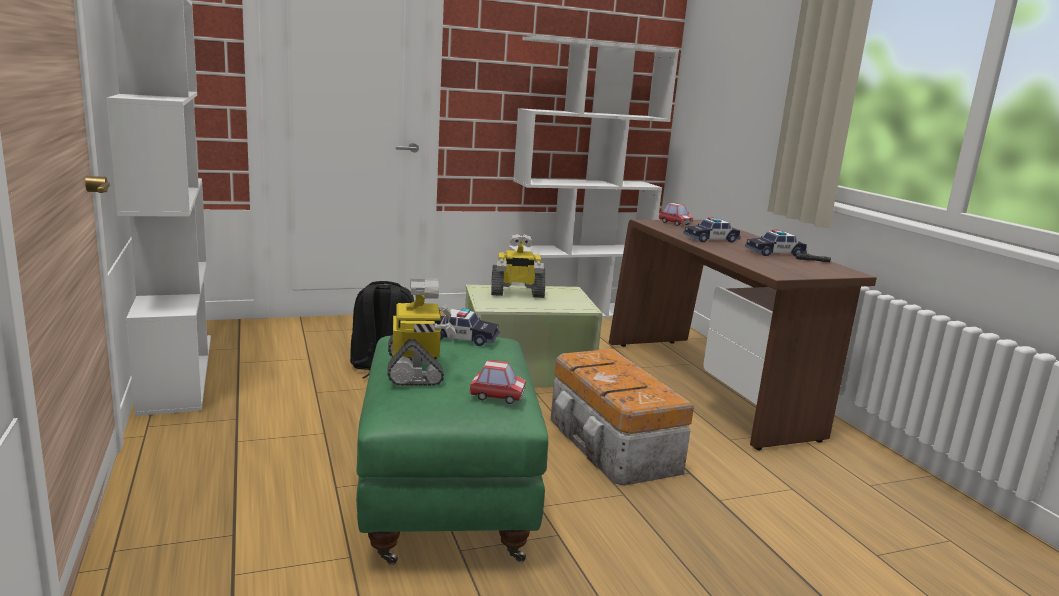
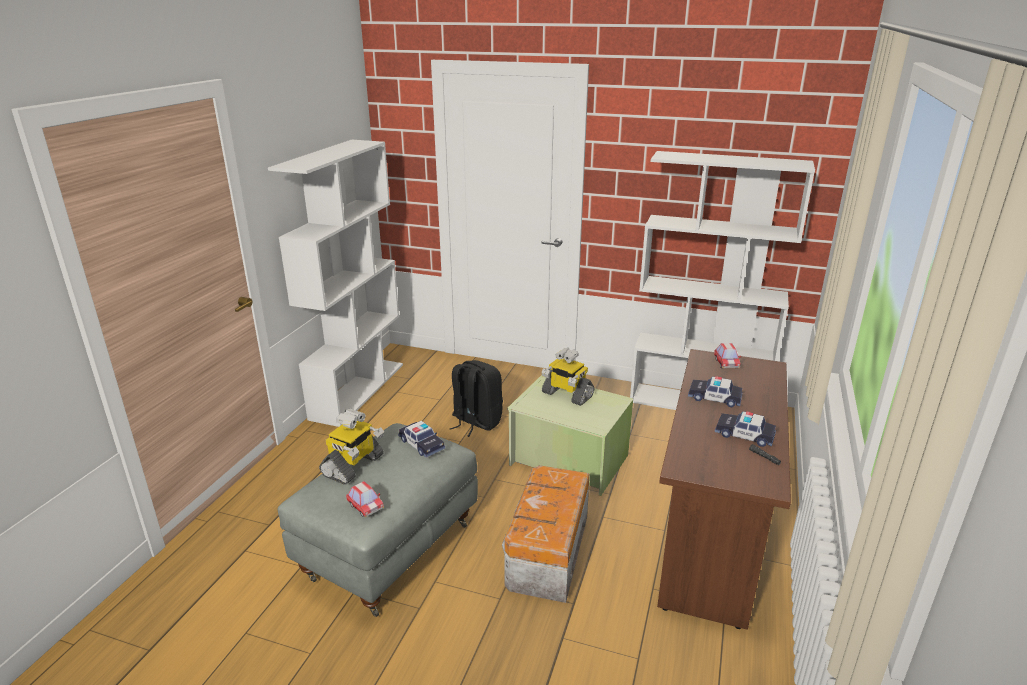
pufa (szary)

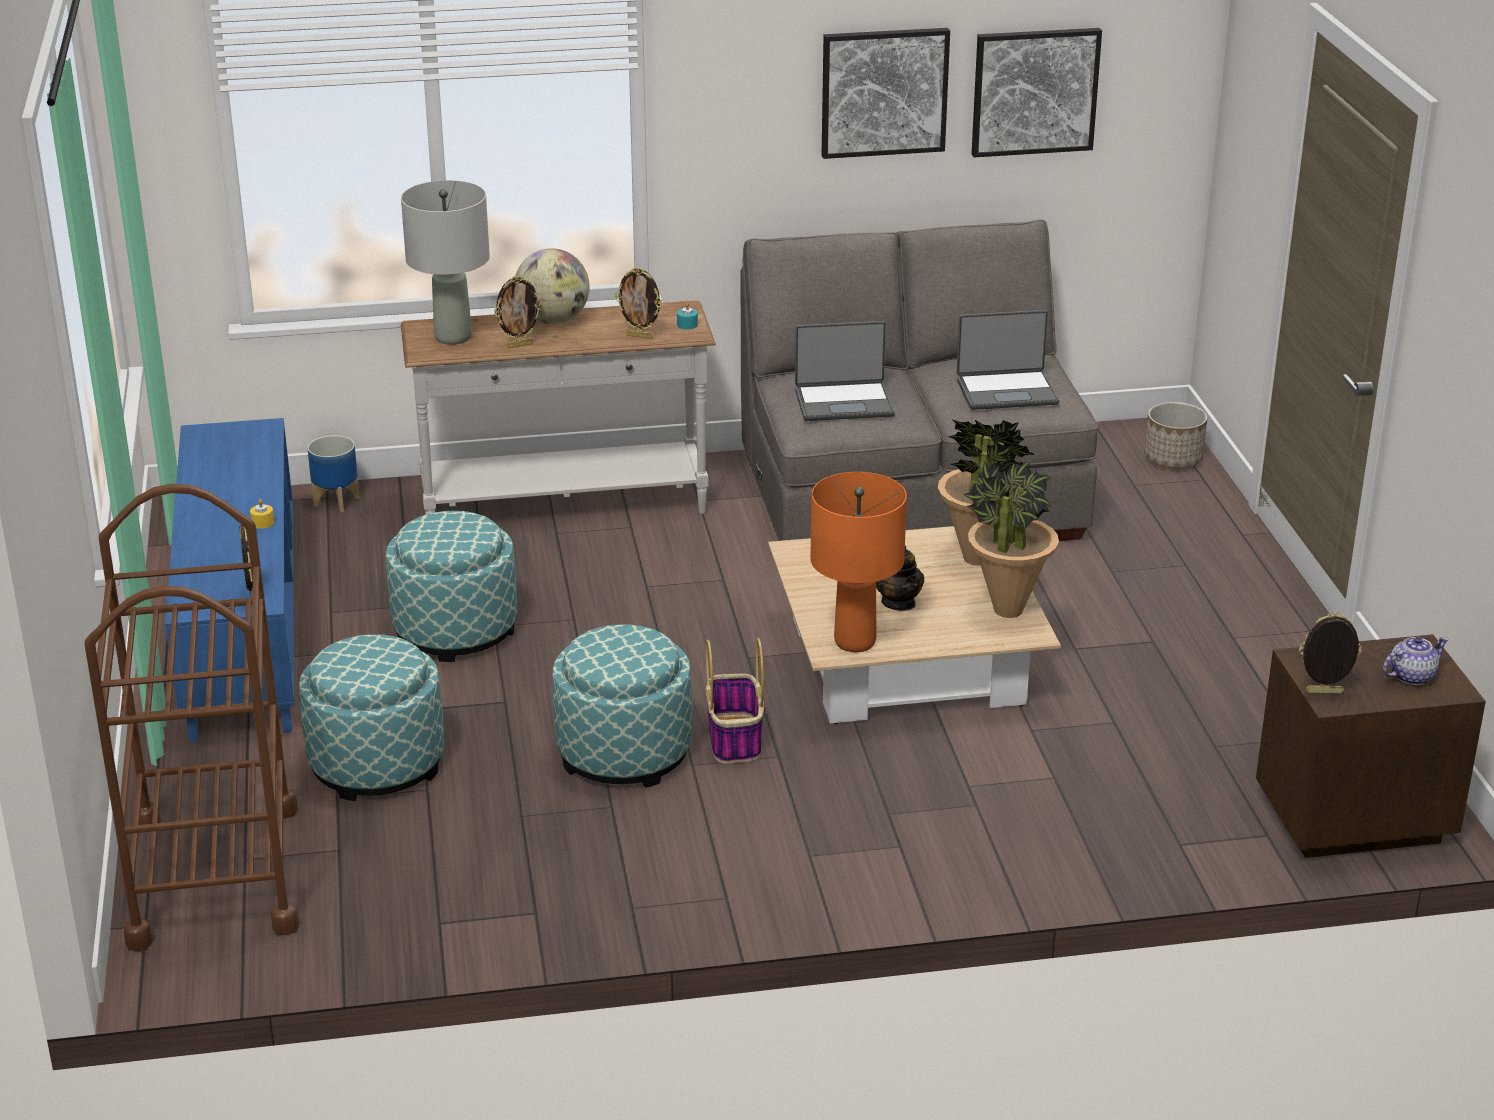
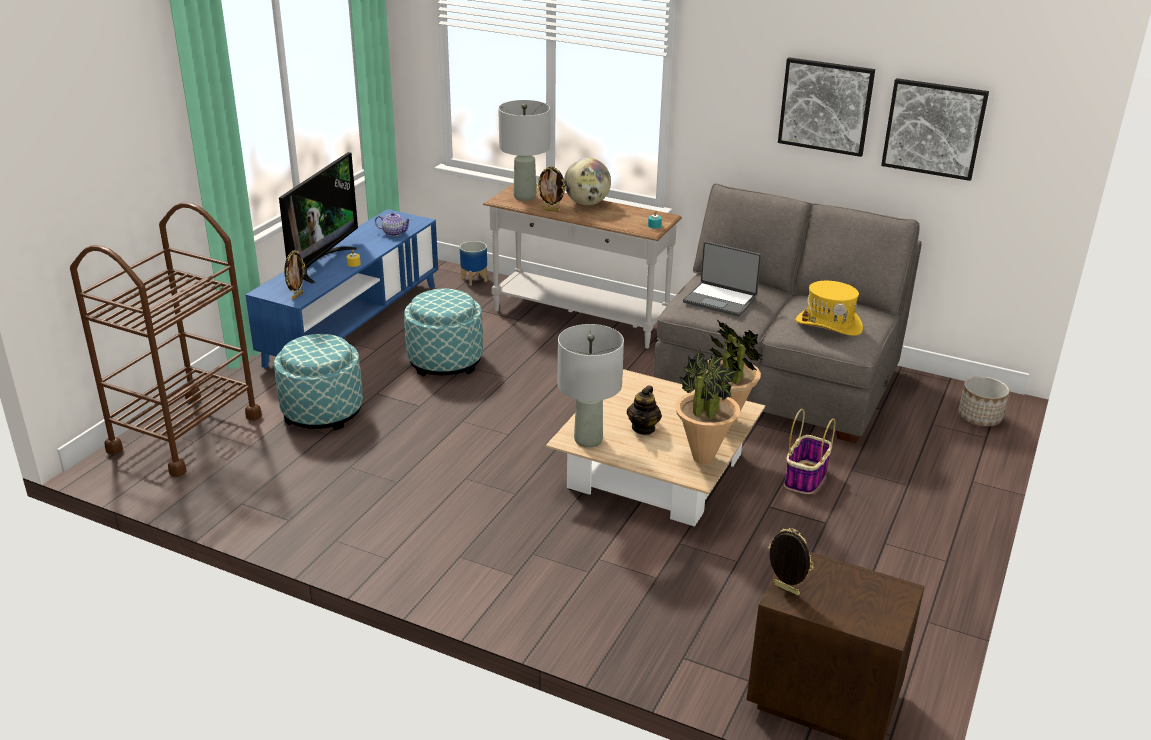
pufa (3rd from left in the first image)
ramka na zdjęcie (3rd from left in the first image)
koszyk
lampa stołowa (szary) (2nd from left)
kapelusz (żółty)
imbryk (1st from left)
telewizor

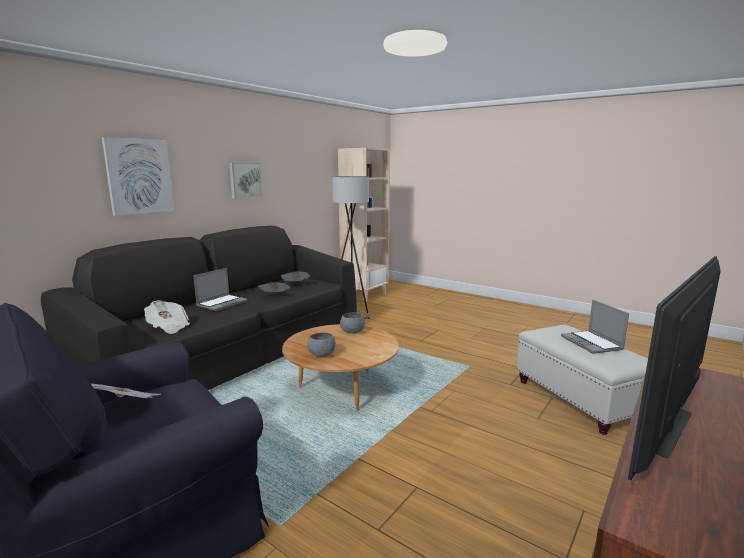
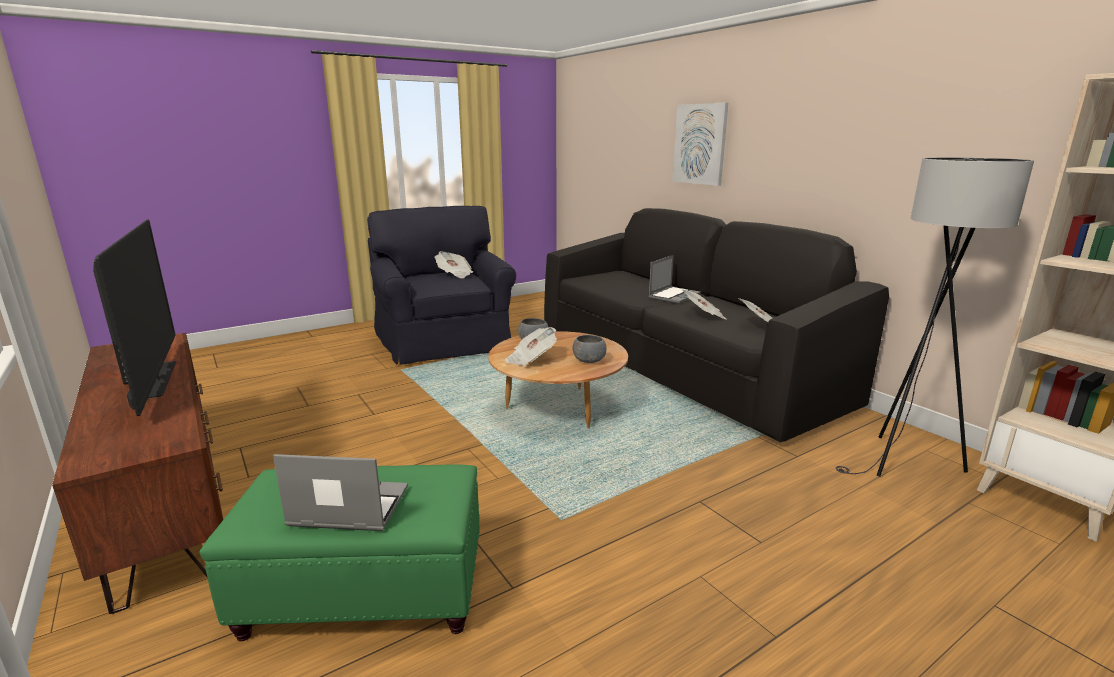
gazeta (2nd from left)
laptop (2nd from left)
obraz (2nd from left in the first image)
pufa (zielony)

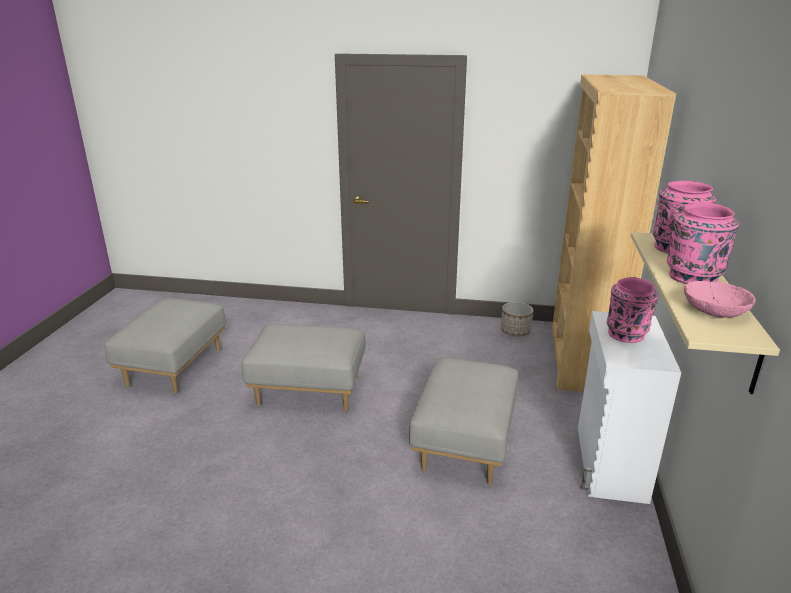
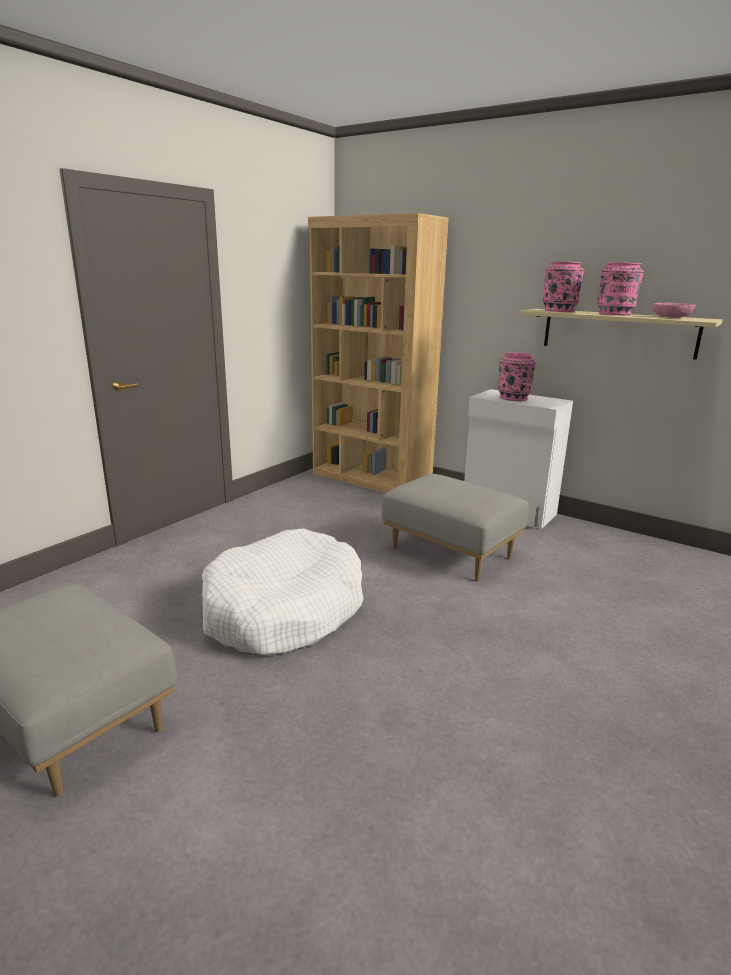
legowisko (biały)
donica

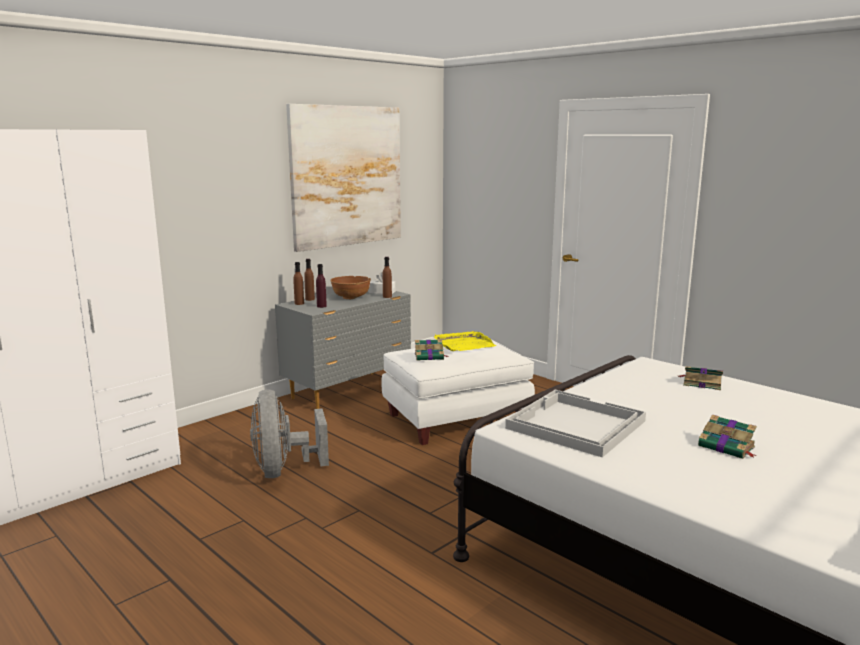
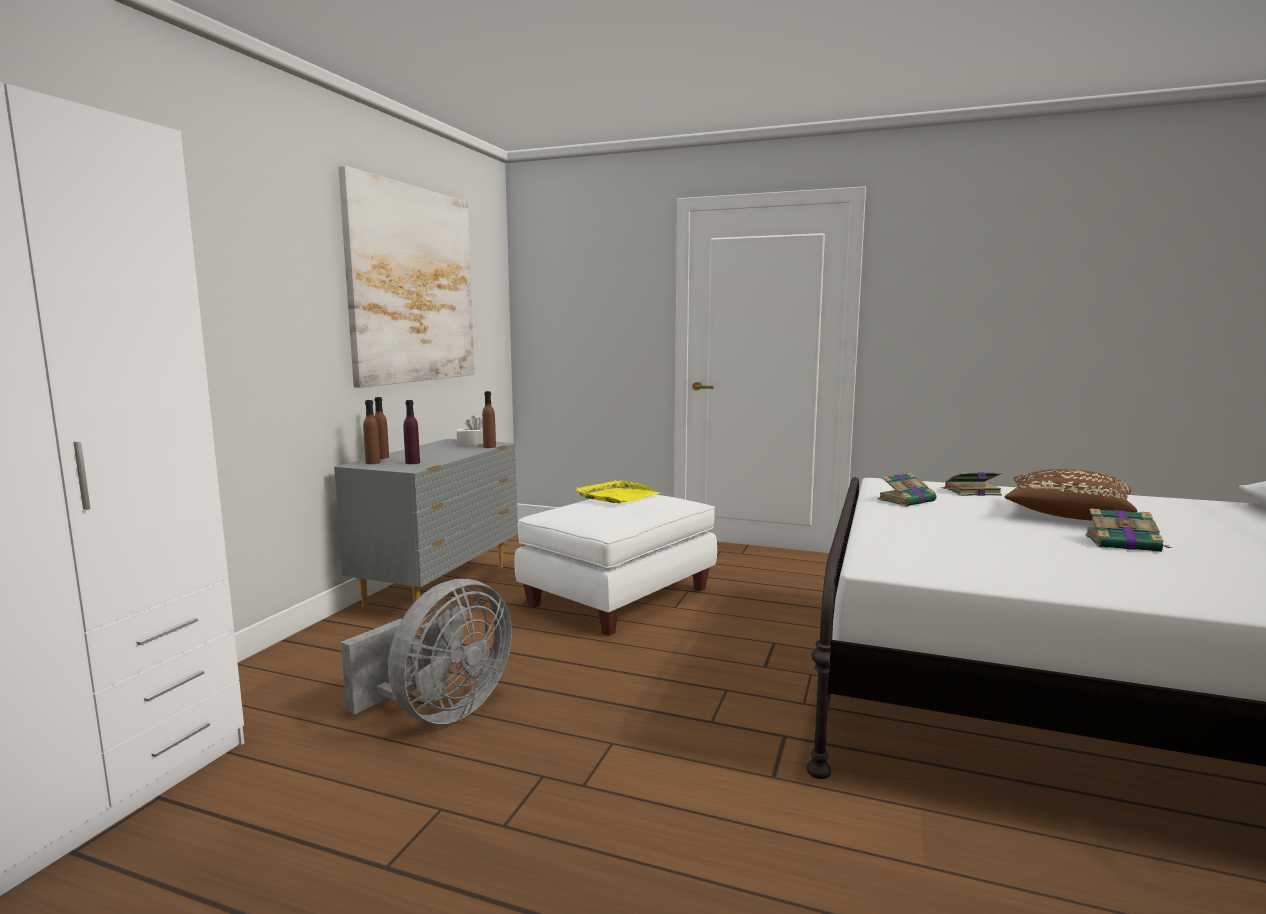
wentylator (szary)
miska (brązowy)
książka (1st from left)
taca (biały)
poduszka (brązowy)

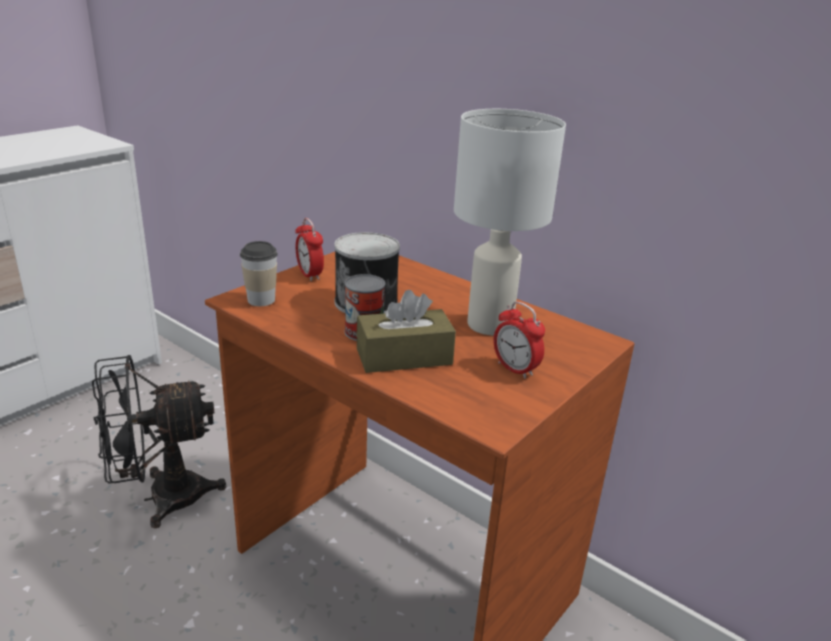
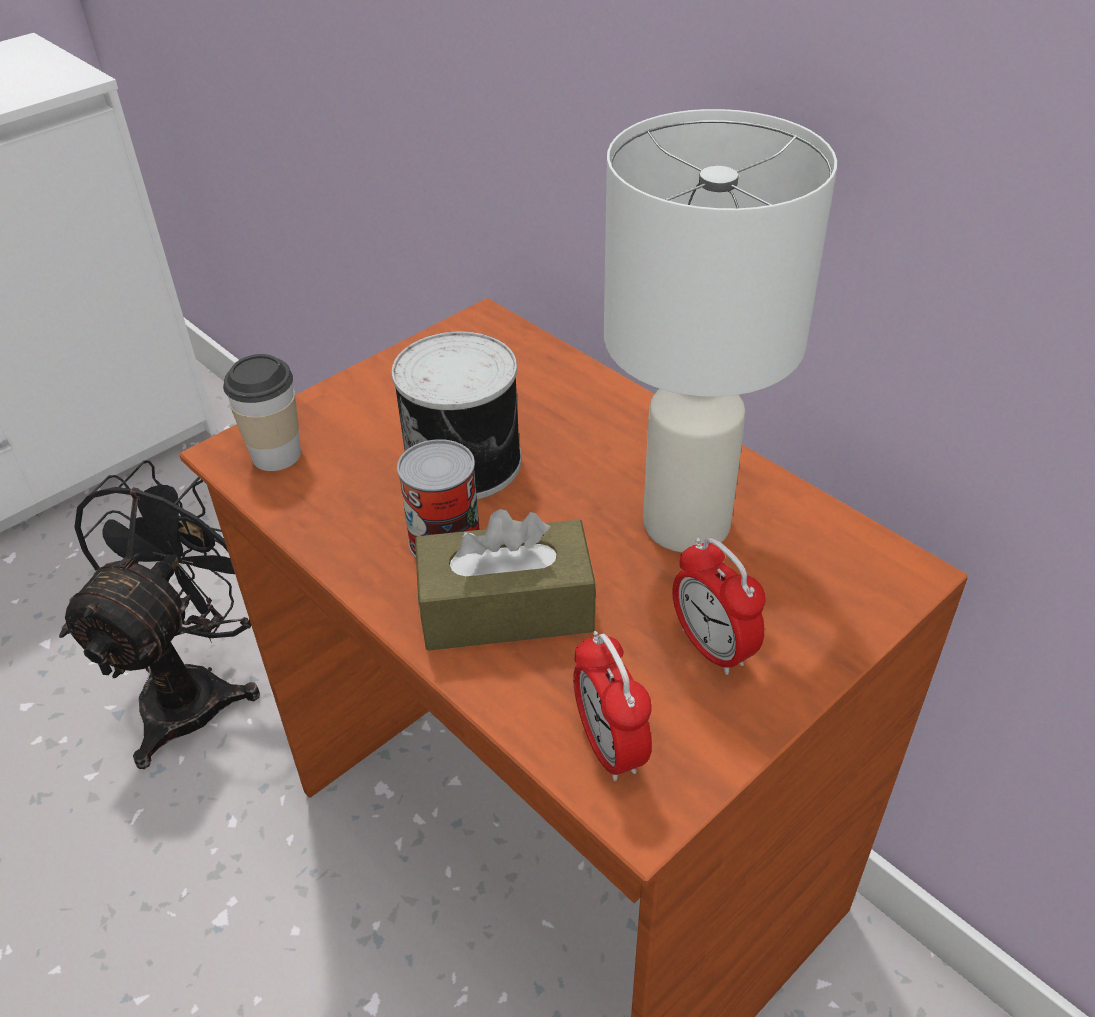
wentylator (czarny)
budzik (1st from left)

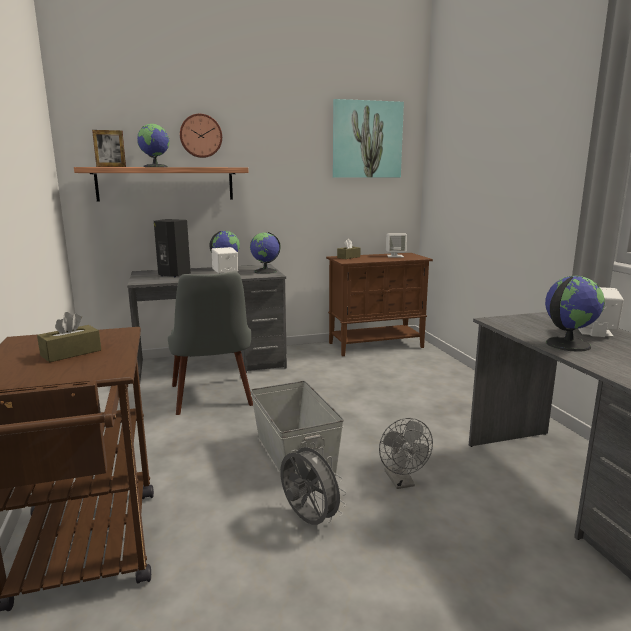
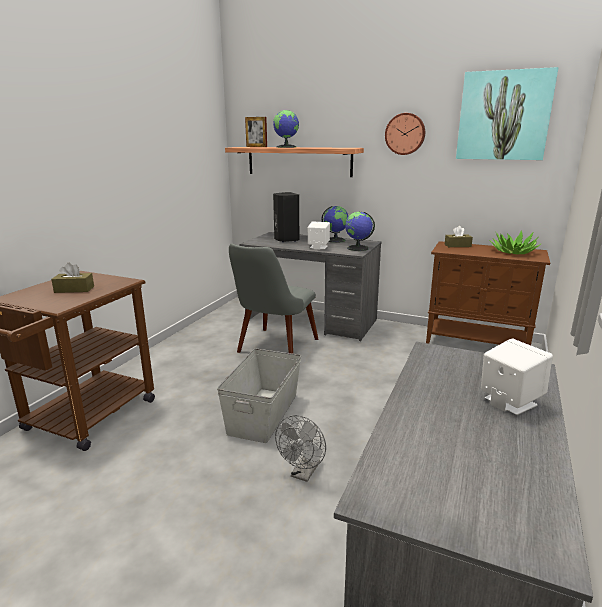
zegar ścienny
wentylator (szary) (1st from left in the first image)
roślina doniczkowa
globus (4th from left in the first image)

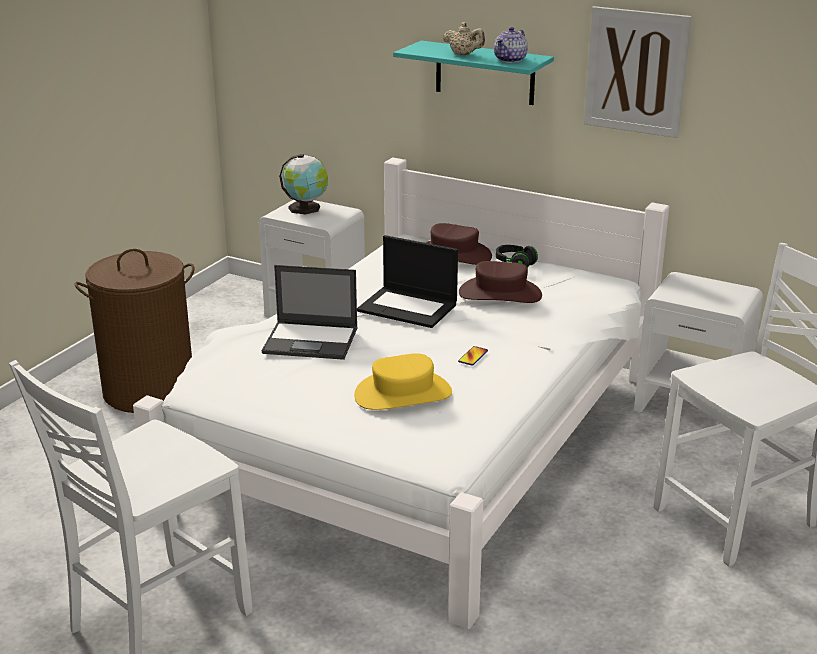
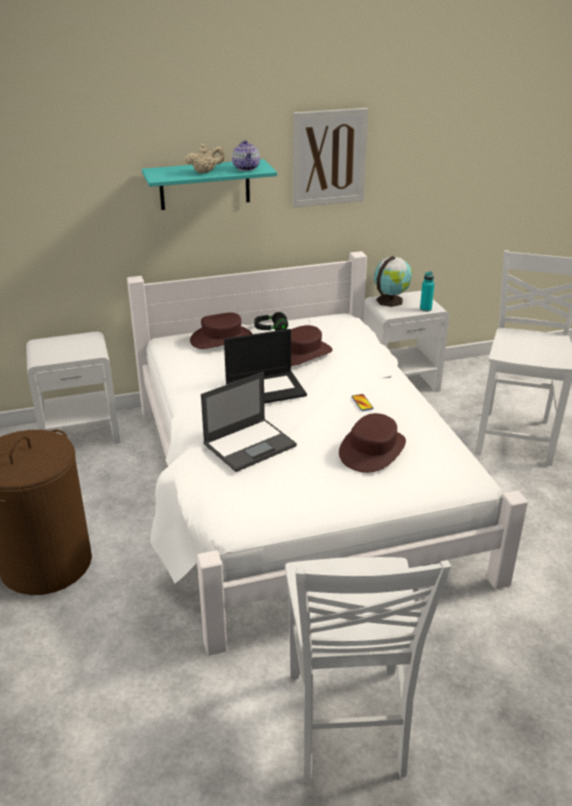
globus
kapelusz (brązowy) (3rd from left)
butelka (turkusowy)

